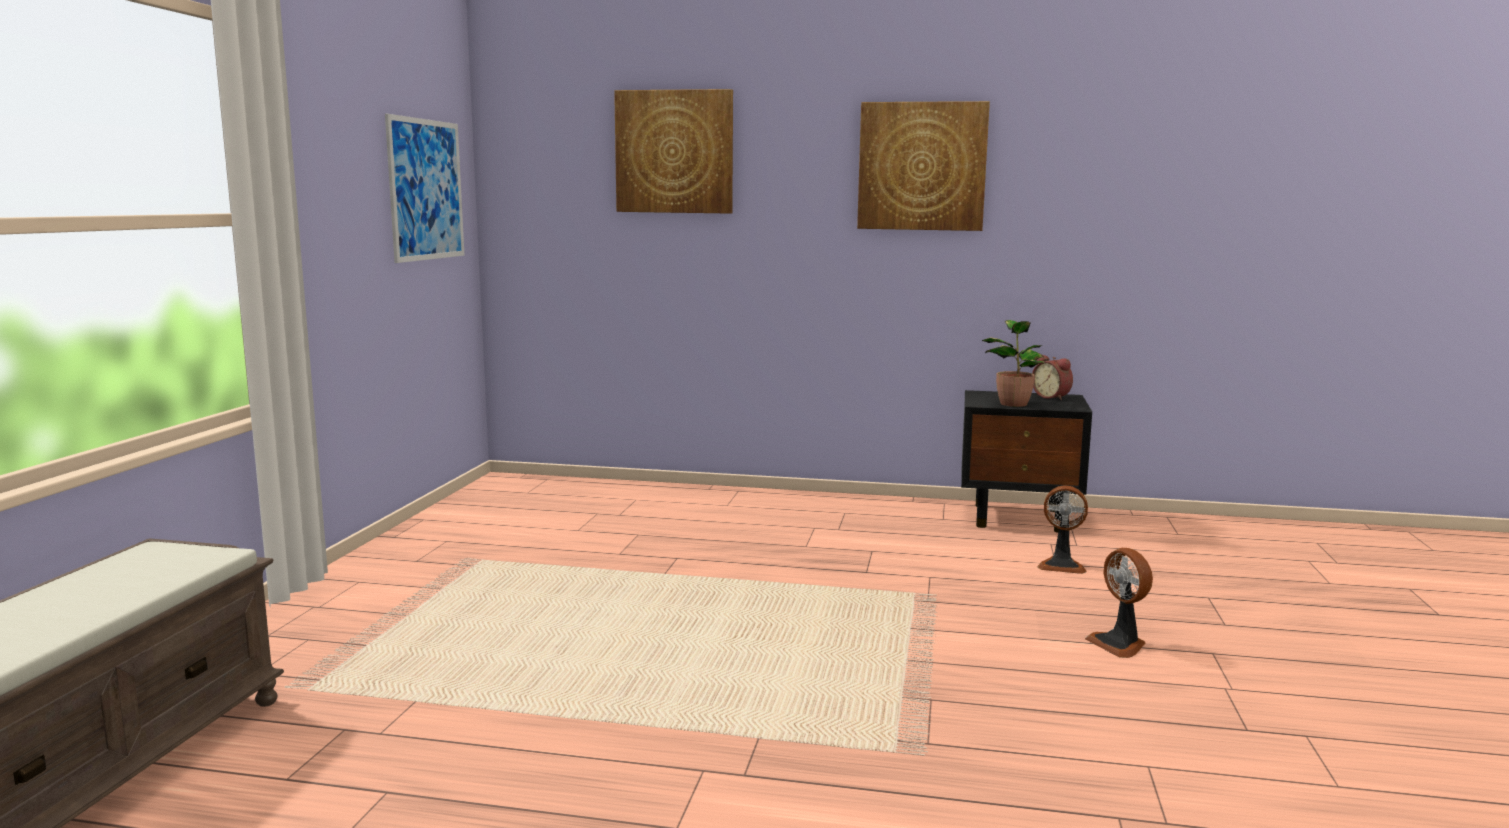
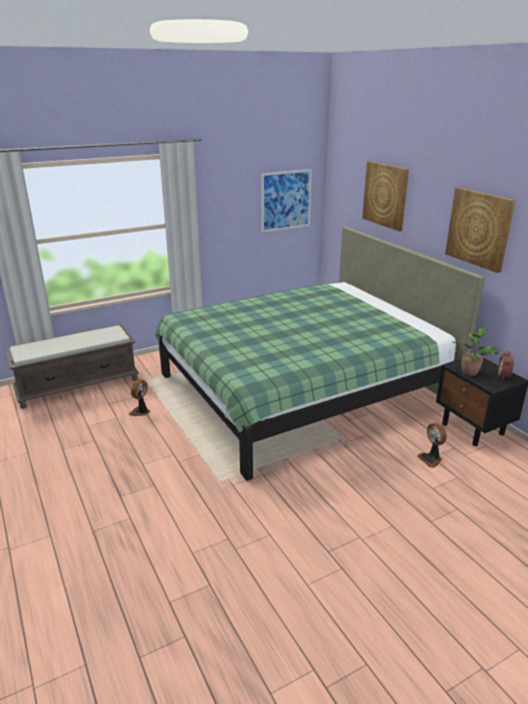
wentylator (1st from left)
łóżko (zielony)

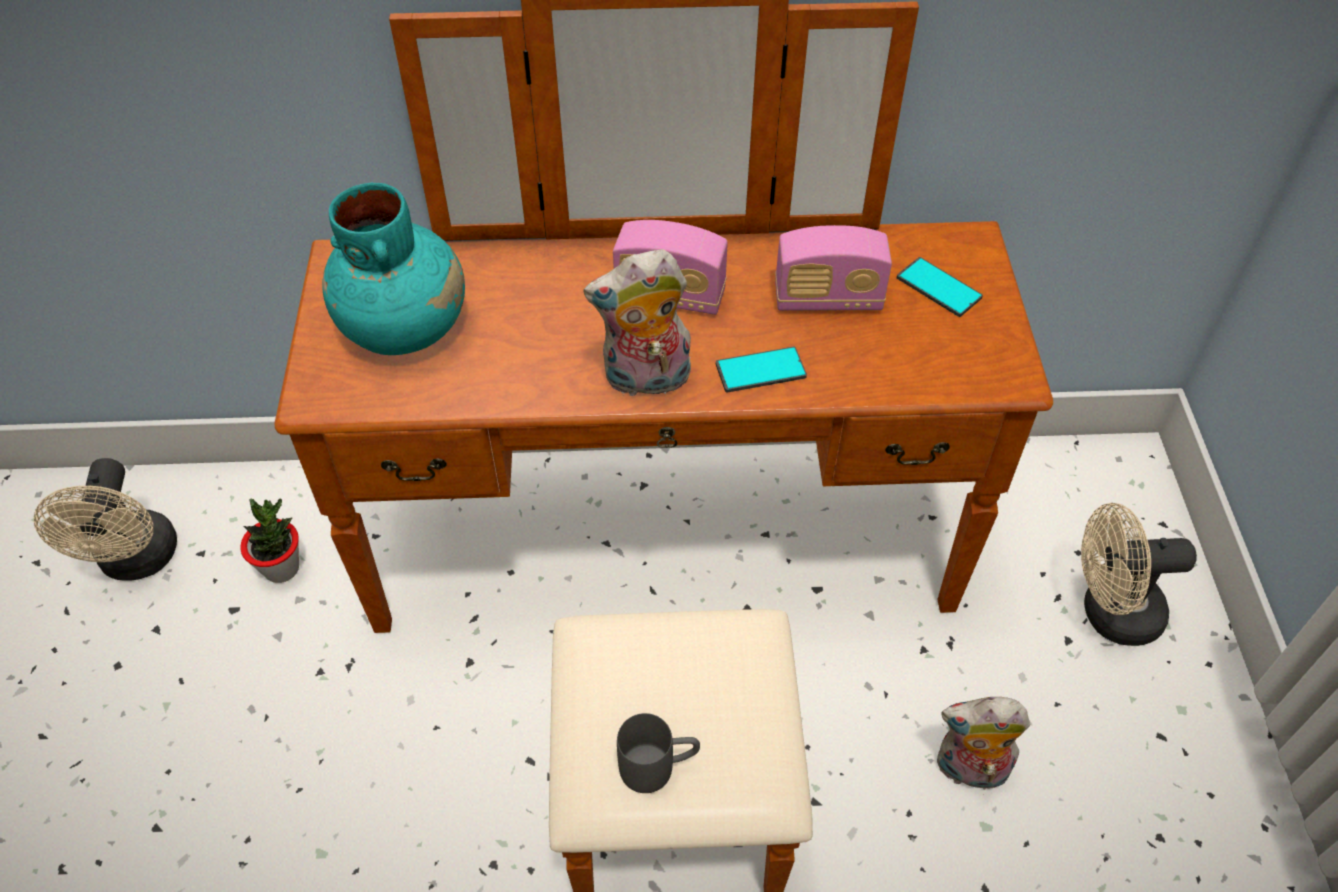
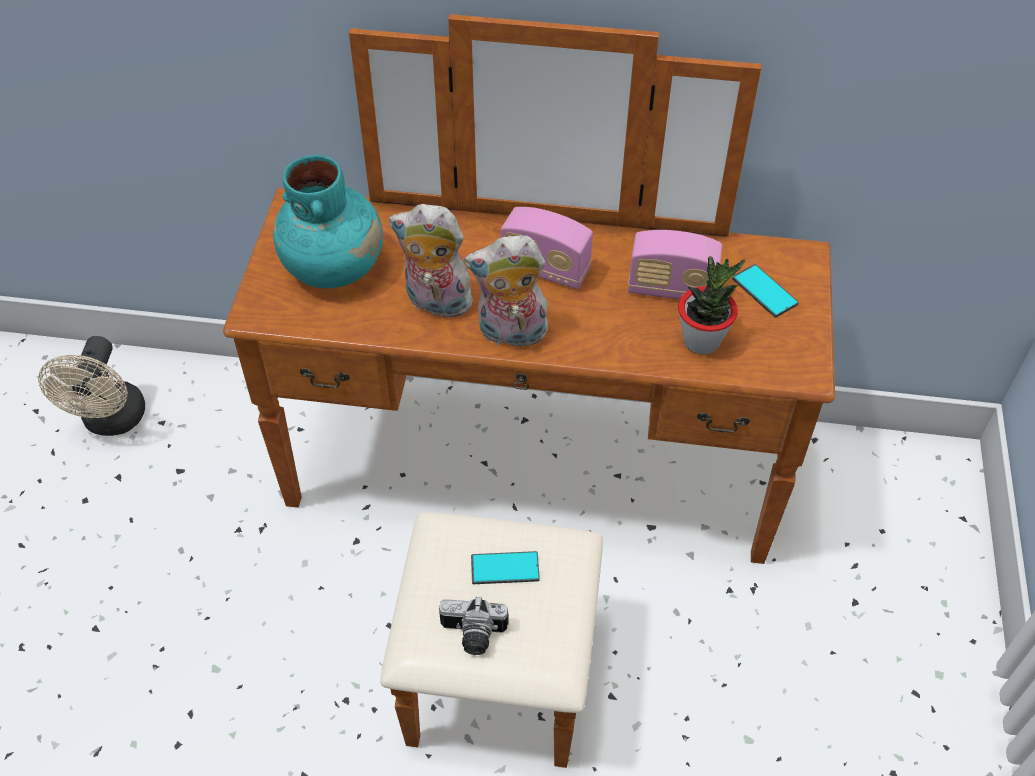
roślina doniczkowa
aparat fotograficzny
telefon (1st from left)
pluszak (1st from left)
wentylator (beżowy) (2nd from left in the first image)

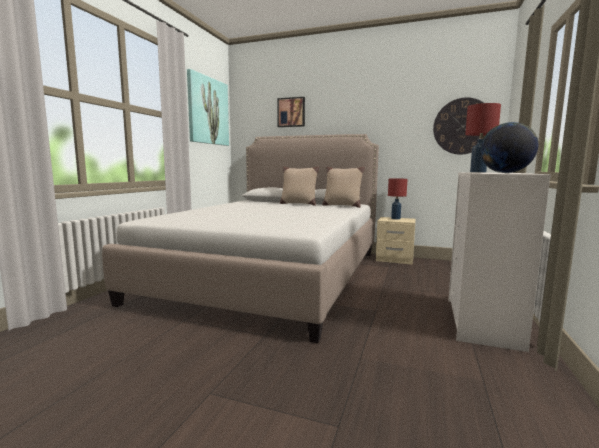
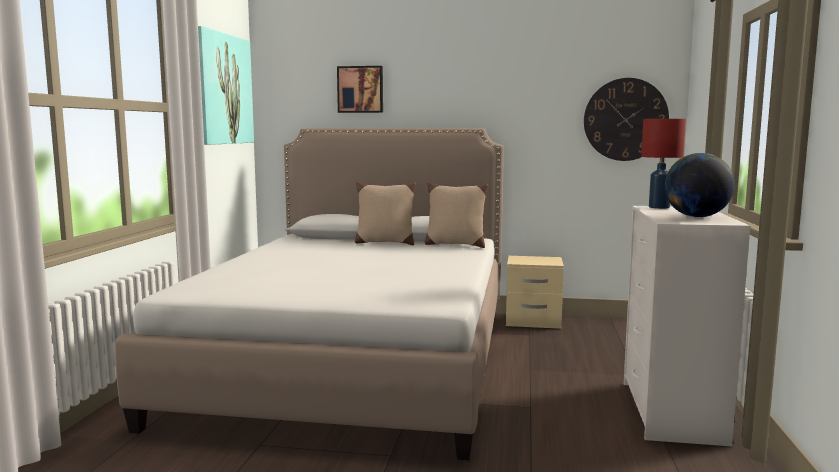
lampa stołowa (czerwony) (1st from left in the first image)

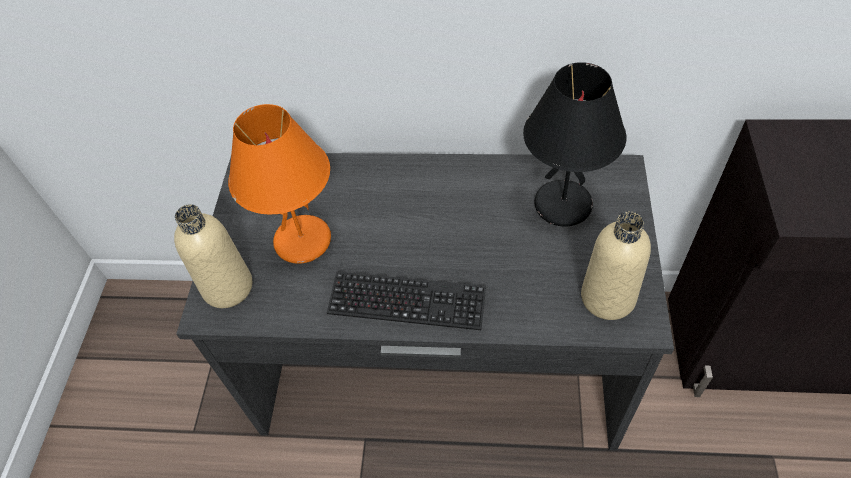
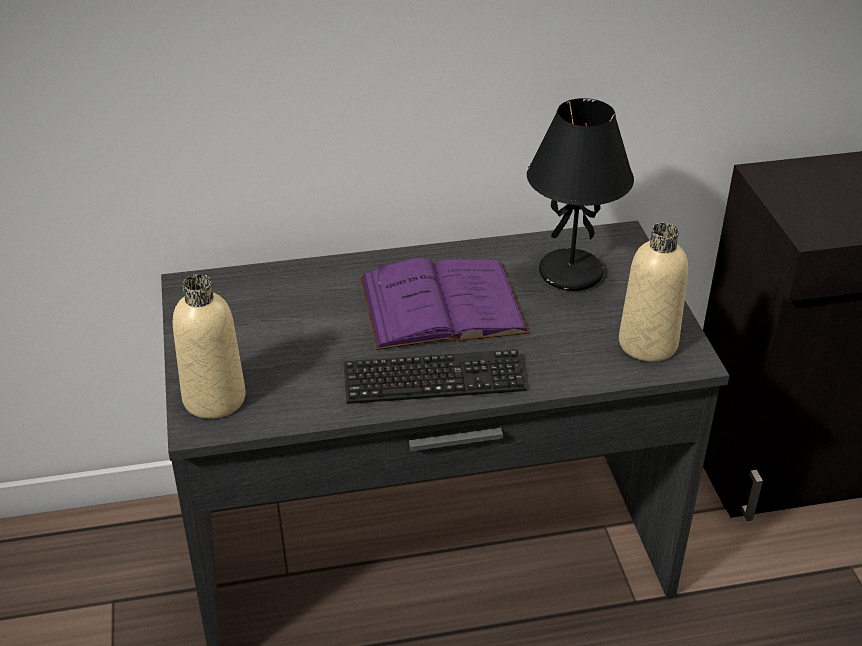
lampa stołowa (pomarańczowy)
książka (fioletowy)

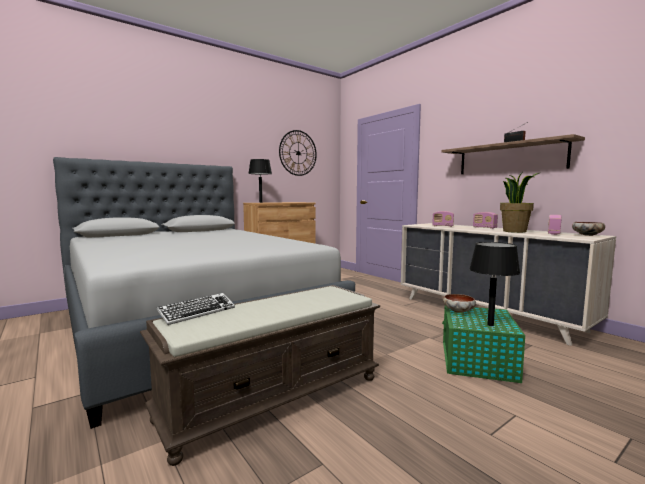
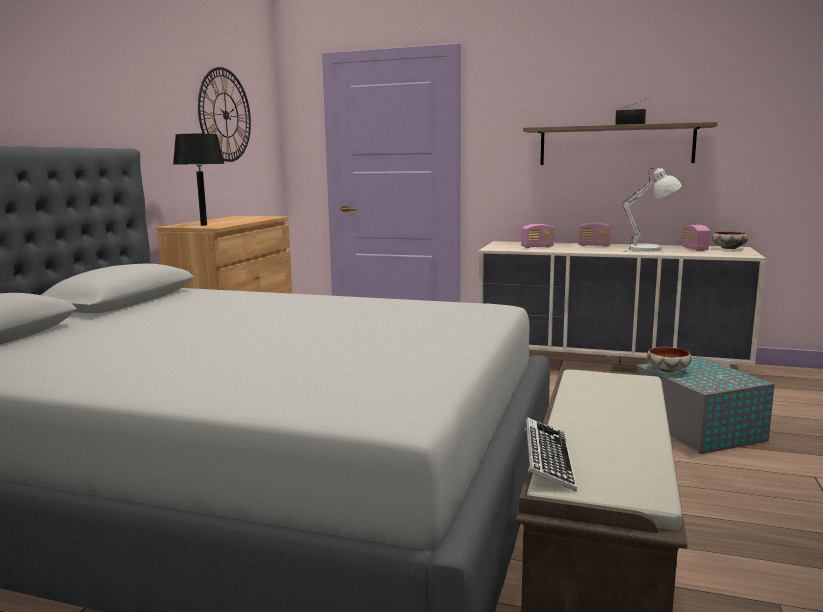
pojemnik do przechowywania (szary)
lampa stołowa (czarny) (2nd from left in the first image)
lampa stołowa (biały)

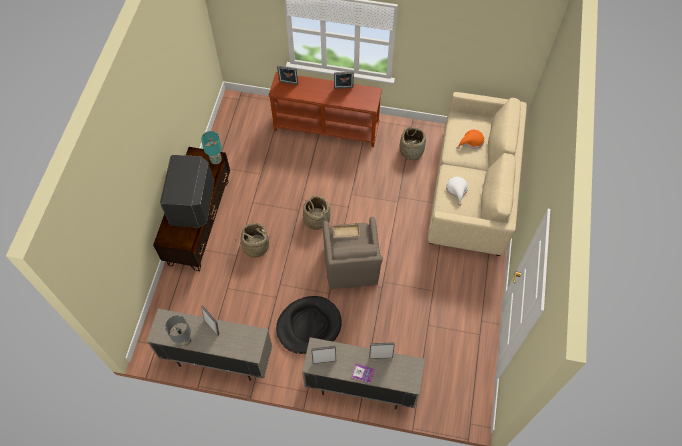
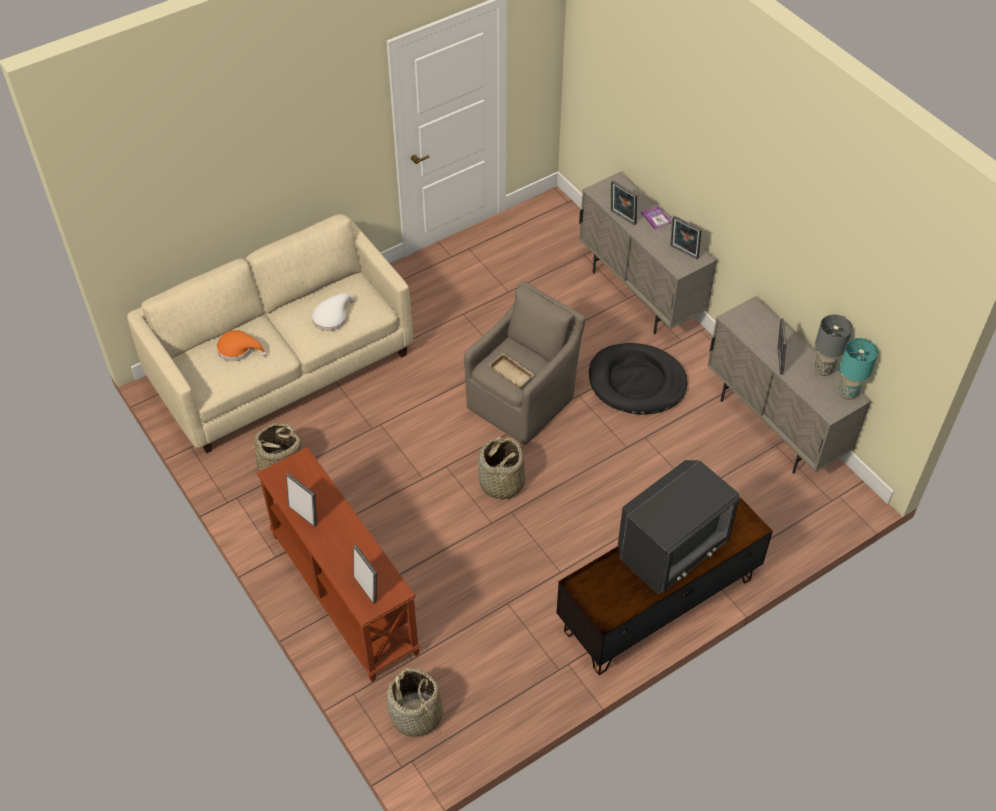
lampa stołowa (turkusowy)
koszyk (2nd from left)

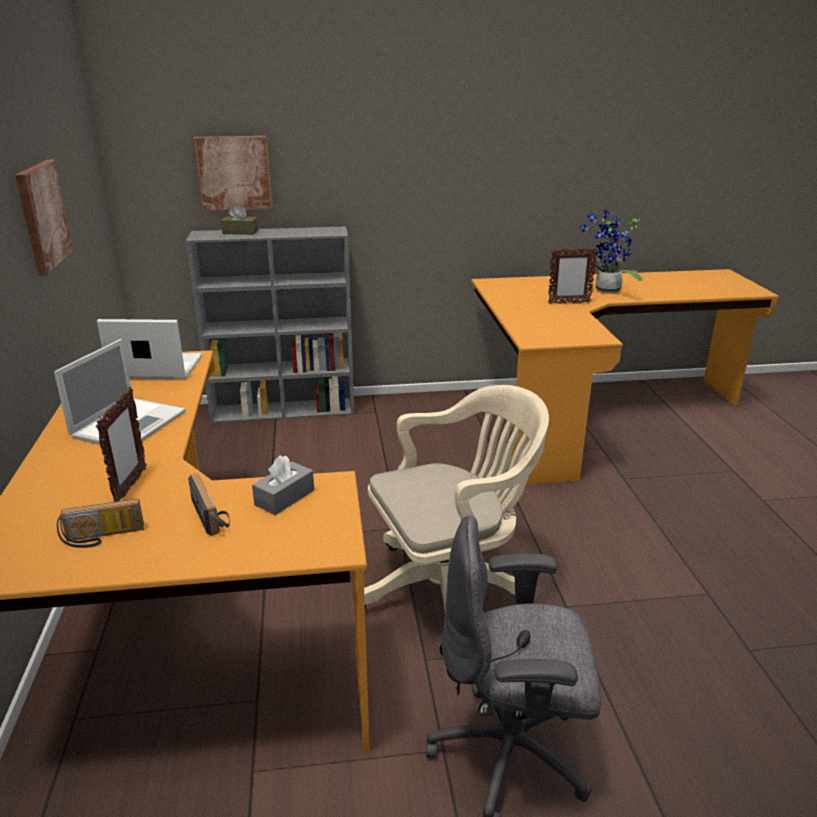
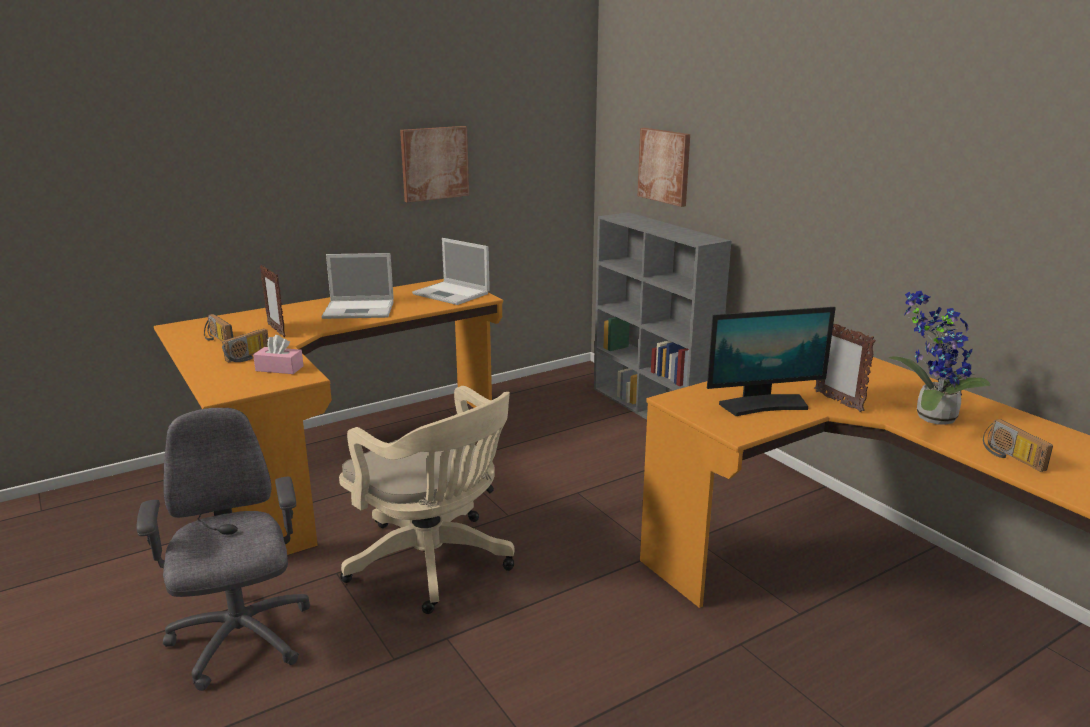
ramka na zdjęcie (1st from left)
laptop (2nd from left)
pudełko chusteczek (brązowy)
pudełko chusteczek (różowy)
monitor
radio (3rd from left)

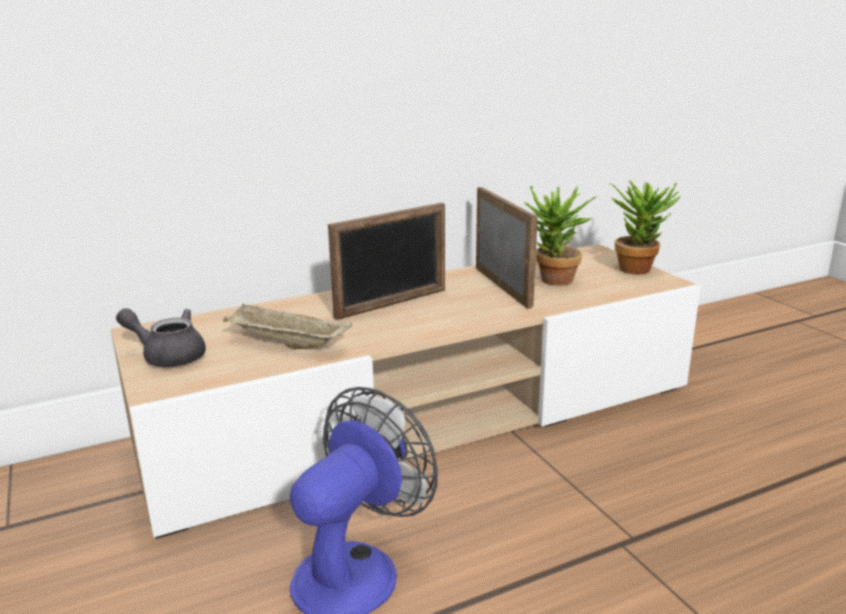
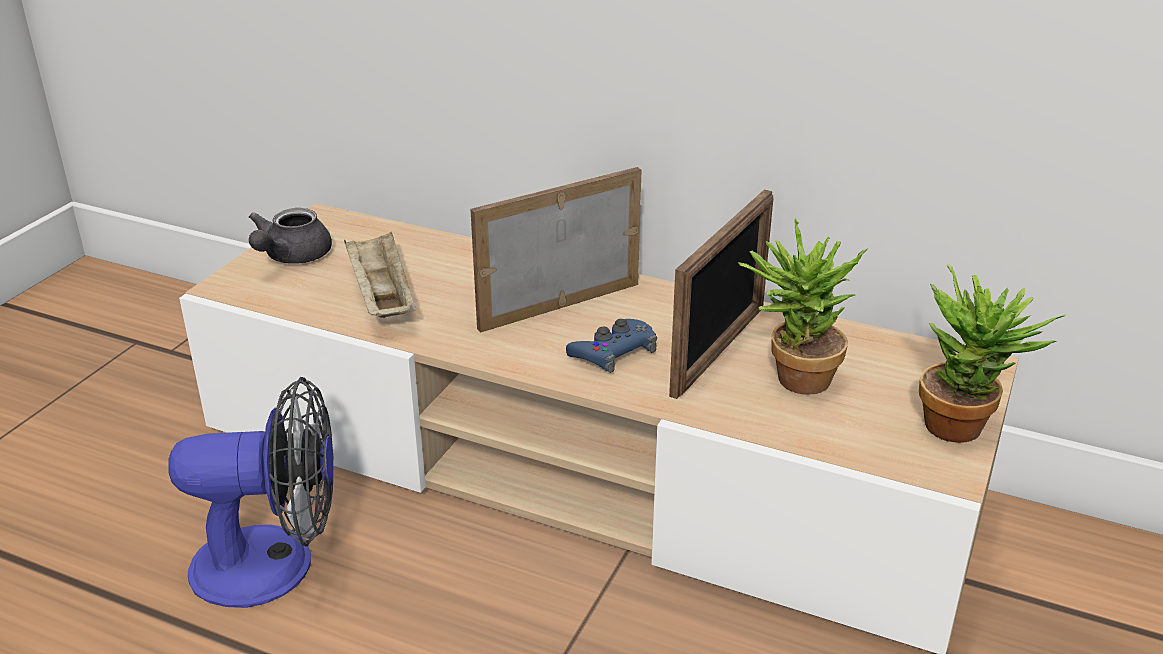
imbryk (szary)
ramka na zdjęcie (1st from left)
pad do gier (niebieski)

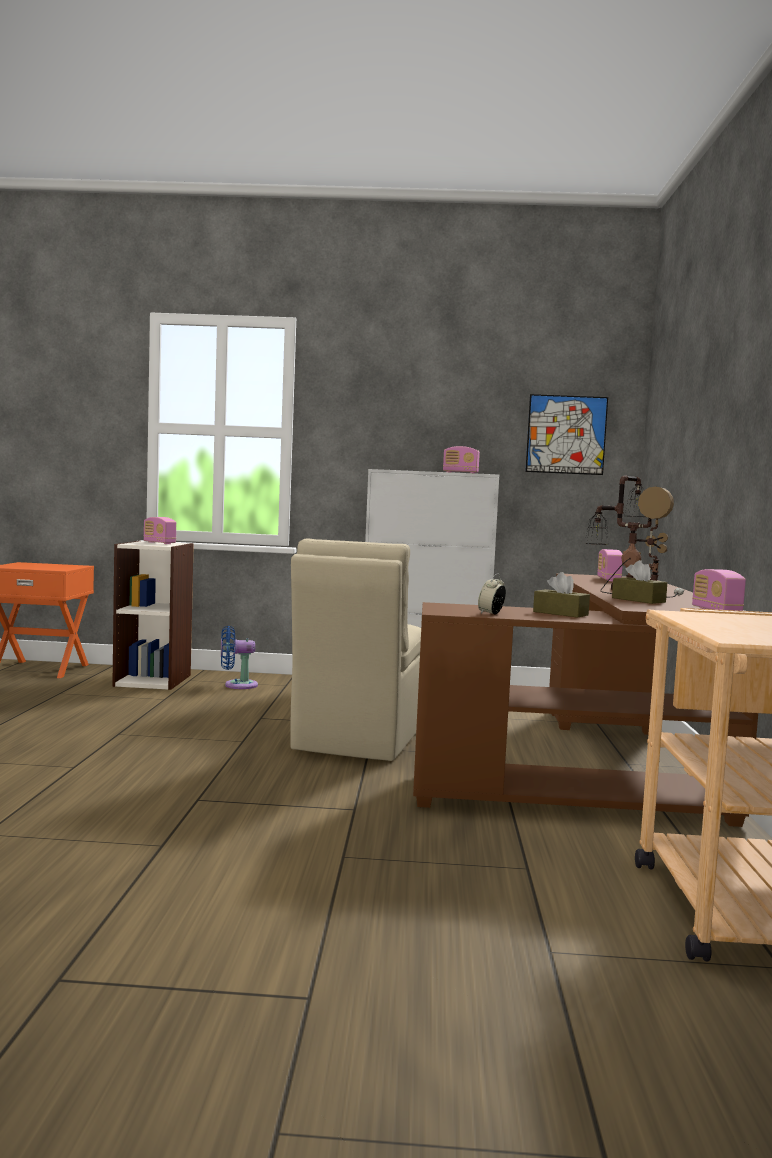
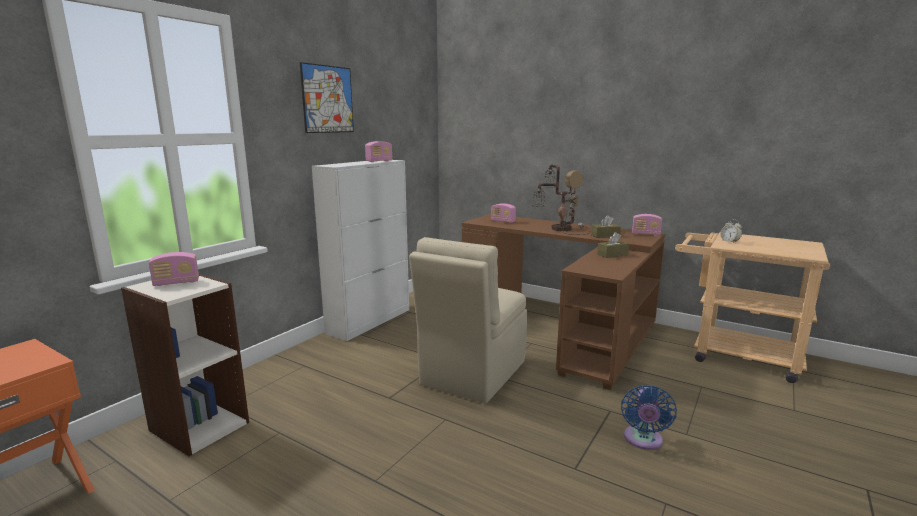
wentylator (niebieski)
krzesło (beżowy)
budzik
obraz

